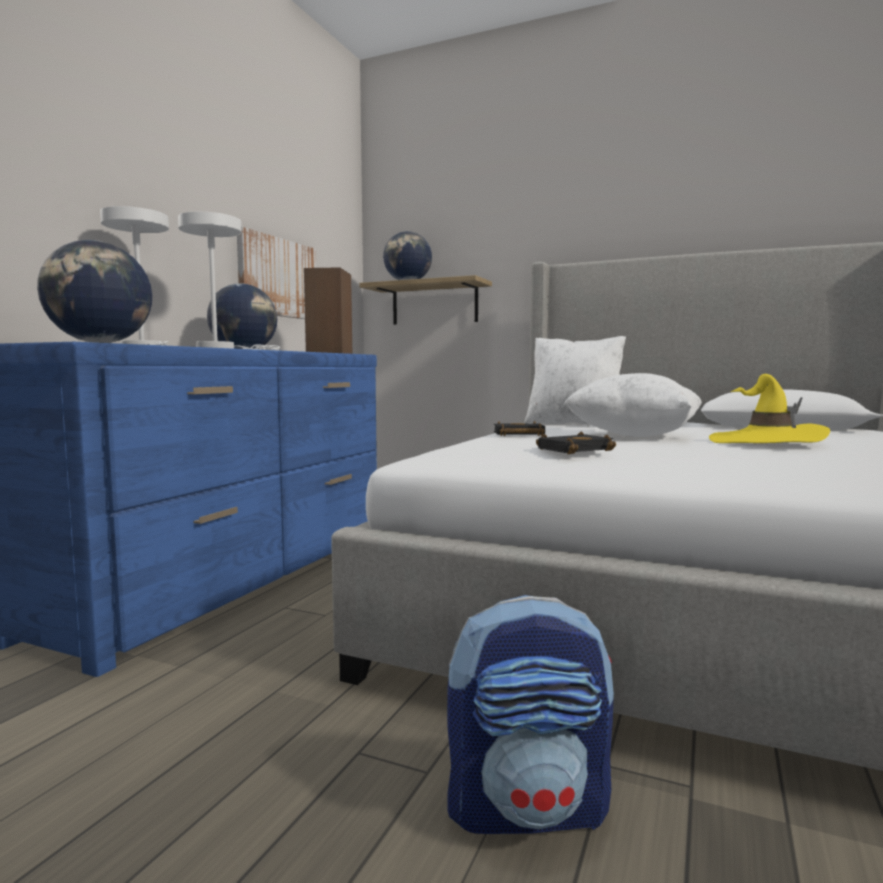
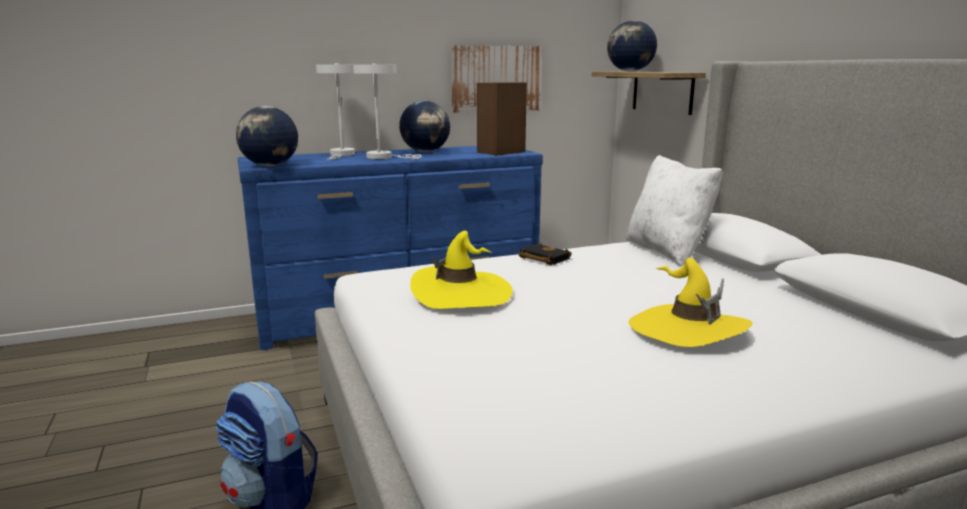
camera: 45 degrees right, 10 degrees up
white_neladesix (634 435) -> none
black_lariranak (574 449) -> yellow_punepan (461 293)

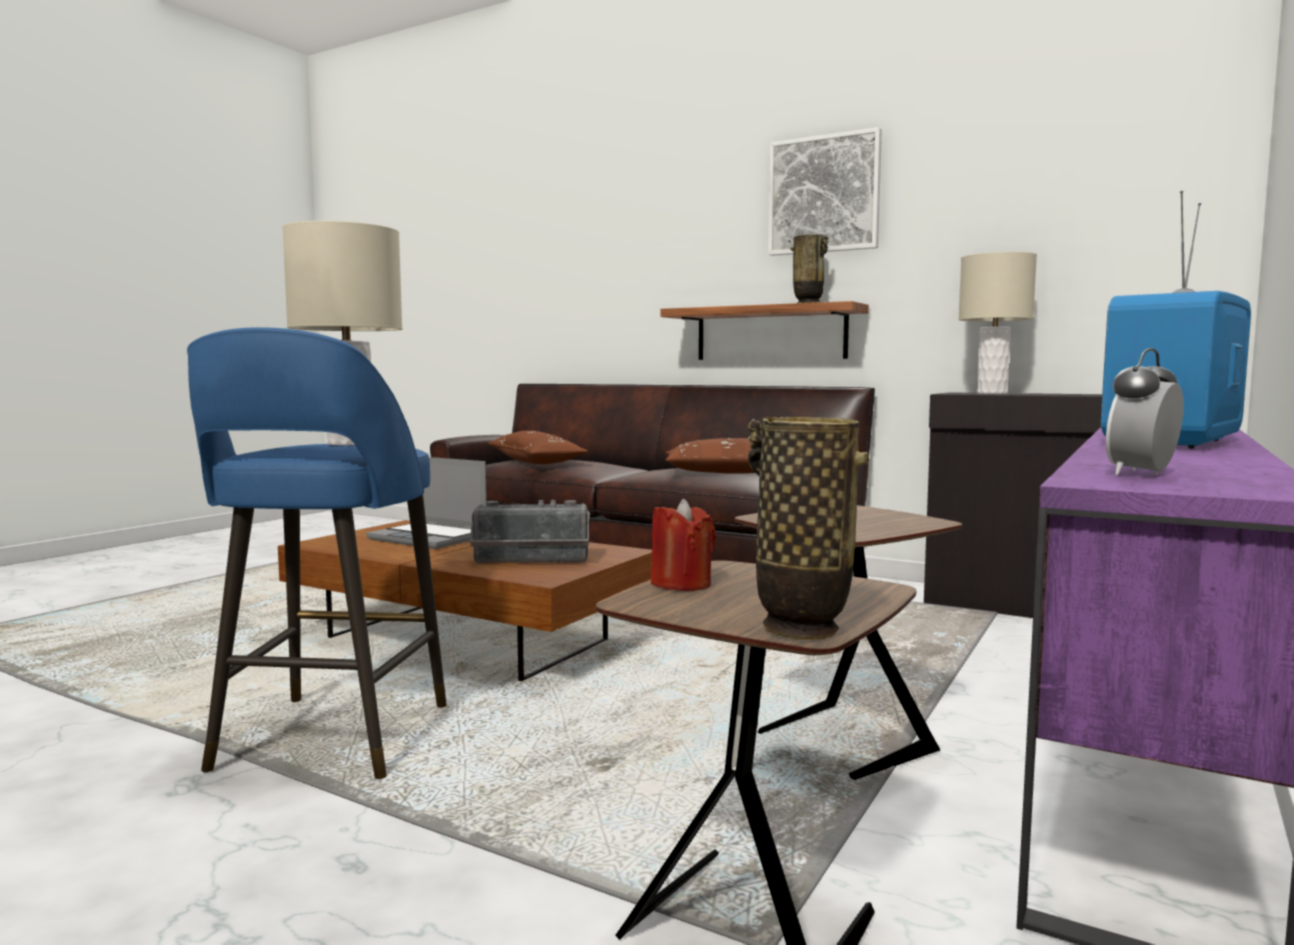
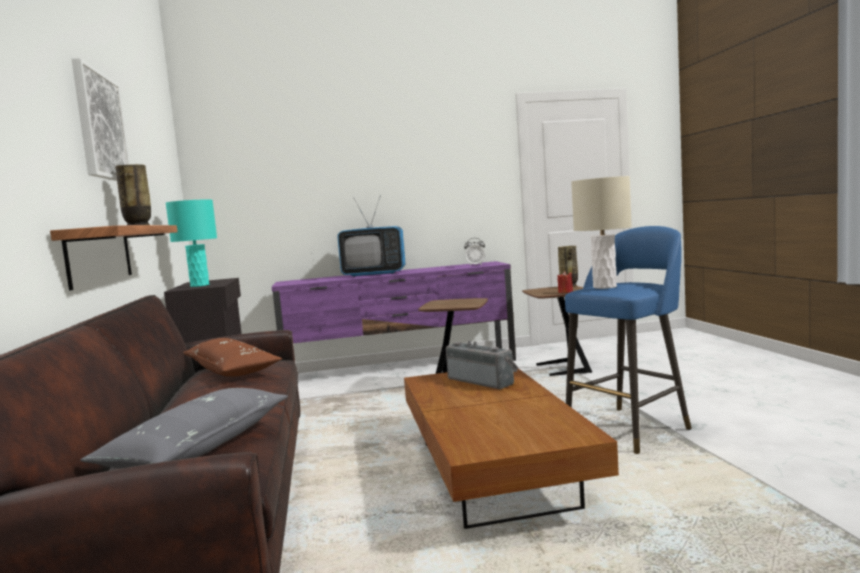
camera: 130 degrees left, 0 degrees up
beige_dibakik (992 393) -> turquoise_dibakik (199 285)
brown_neladesix (536 462) -> grey_neladesix (199 446)
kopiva (430 538) -> none

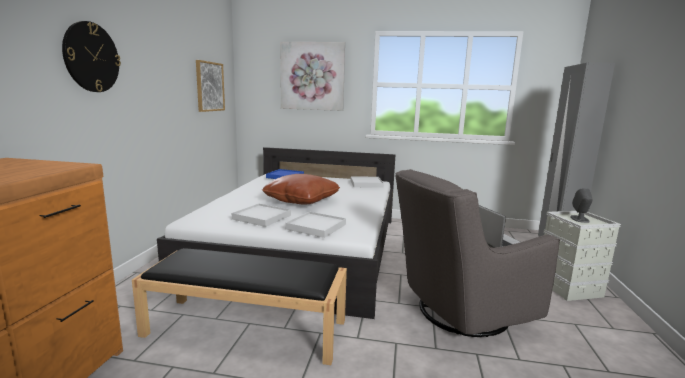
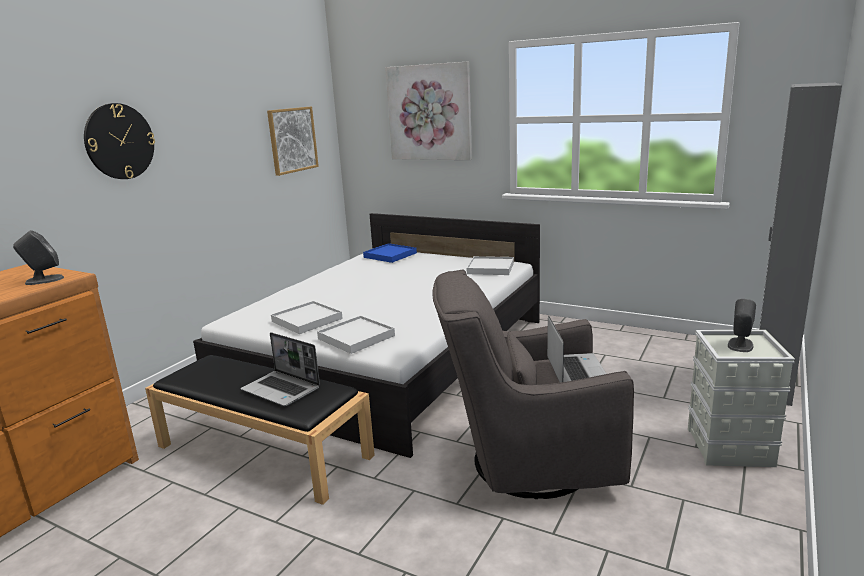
camera: 20 degrees right, 5 degrees up
brown_neladesix (301 200) -> none
none -> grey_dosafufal (44 280)
none -> kopiva (282 389)

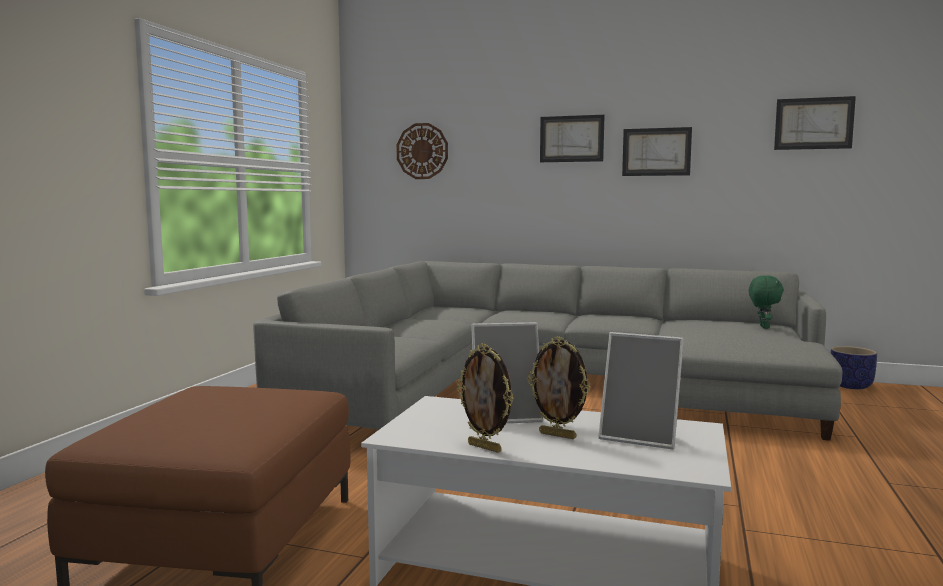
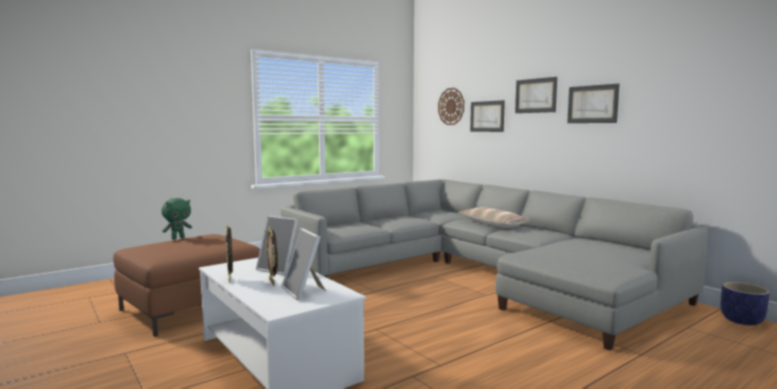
camera: 35 degrees right, 0 degrees up
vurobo (813 123) -> vurobo (487 116), move
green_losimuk (763 327) -> green_losimuk (178 238), move
none -> neladesix (493 224)

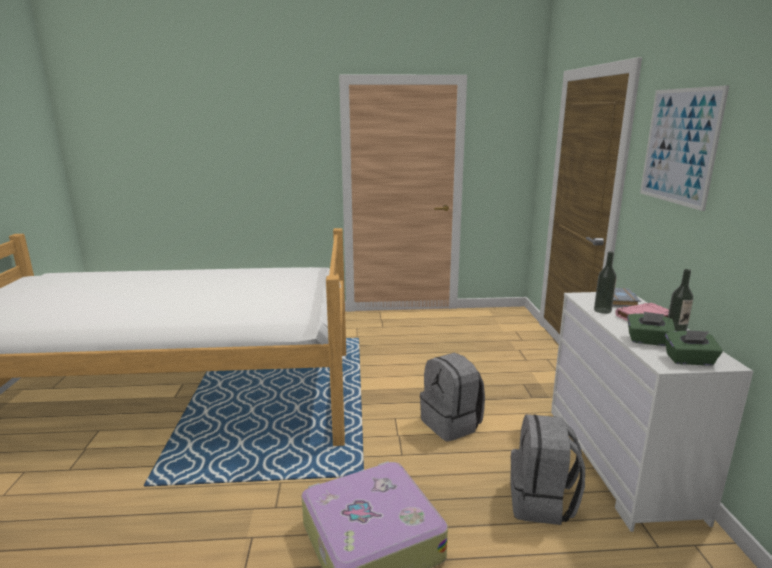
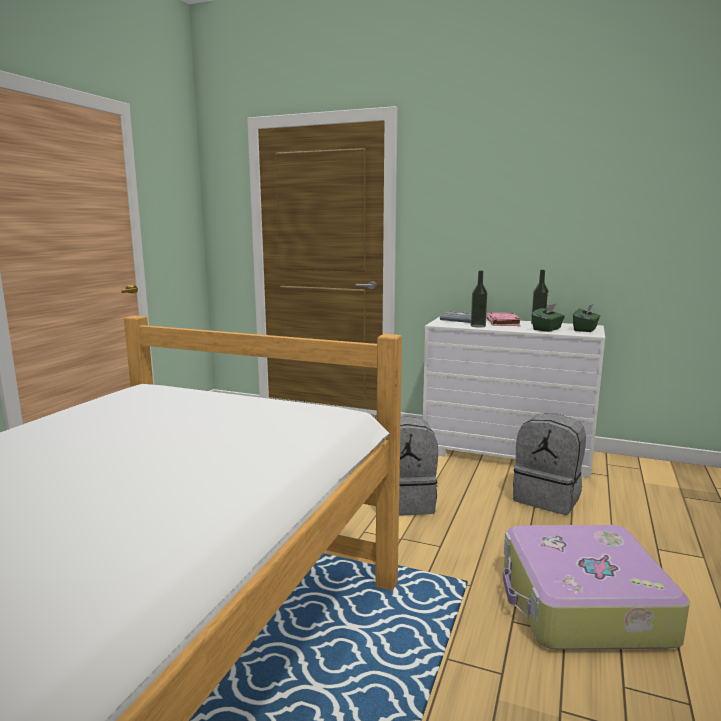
camera: 65 degrees left, 5 degrees down
vurobo (679 146) -> none

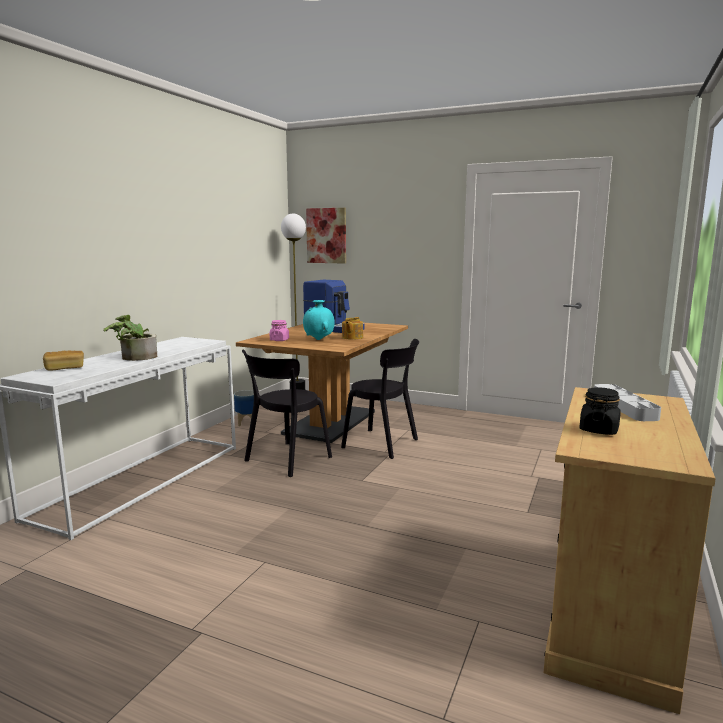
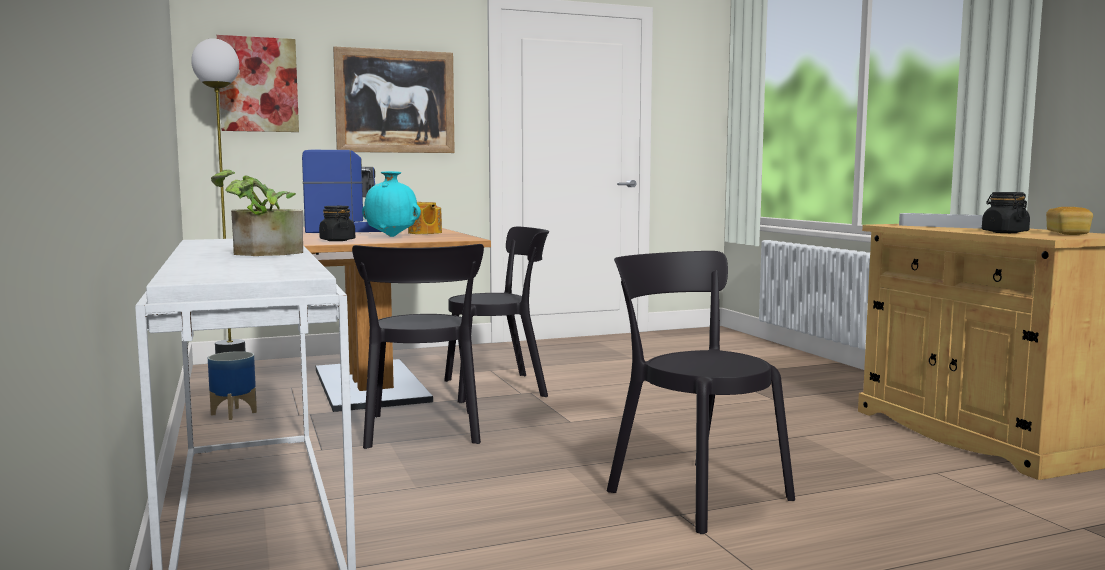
camera: 45 degrees left, 5 degrees down
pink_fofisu (279 340) -> black_fofisu (337 240)
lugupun (65 368) -> lugupun (1067 233), move
none -> vurobo (395 101)
none -> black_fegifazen (693 492)

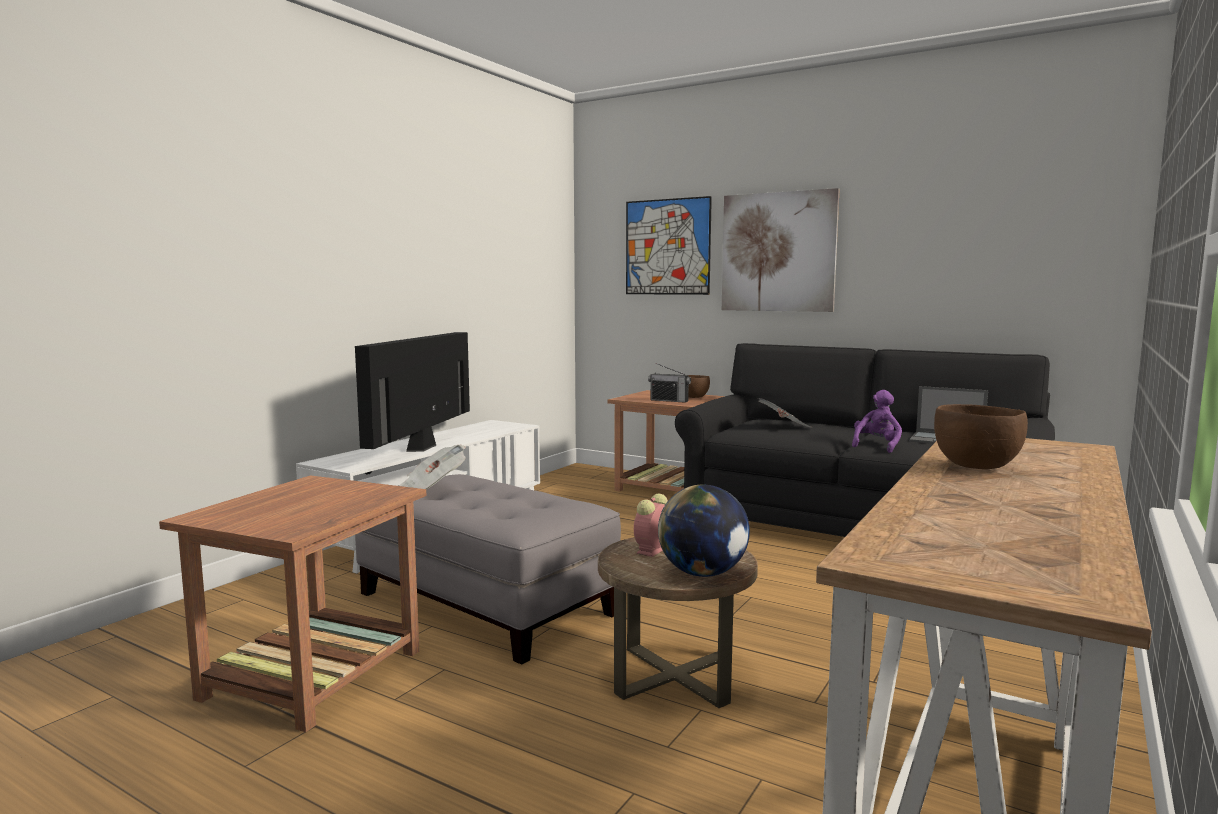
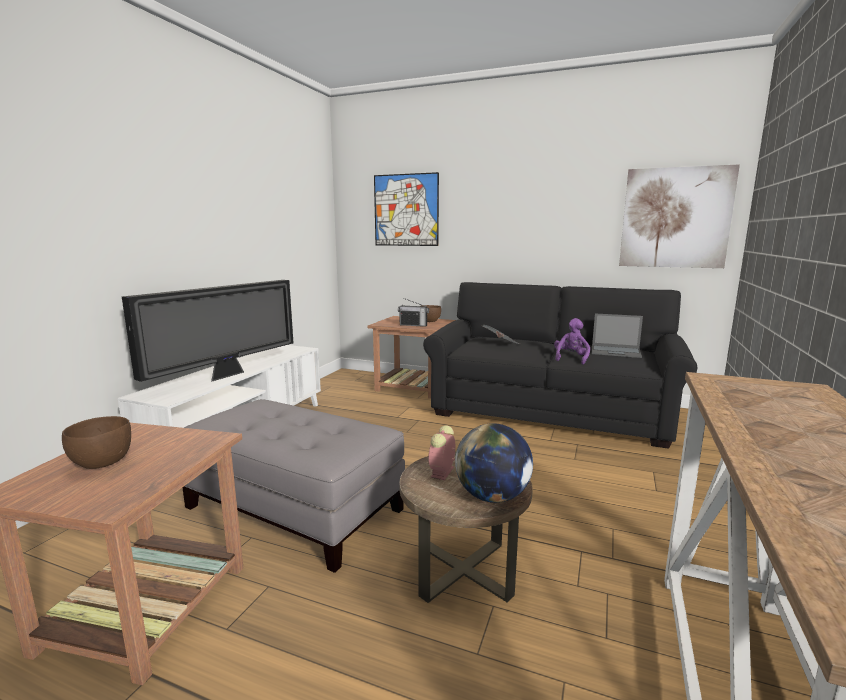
camera: 10 degrees left, 5 degrees up
vurobo (778 252) -> vurobo (675 218), move
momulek (421 447) -> momulek (227 375), 150 degrees counterclockwise
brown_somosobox (976 467) -> brown_somosobox (102 463), move
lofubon (430 489) -> none

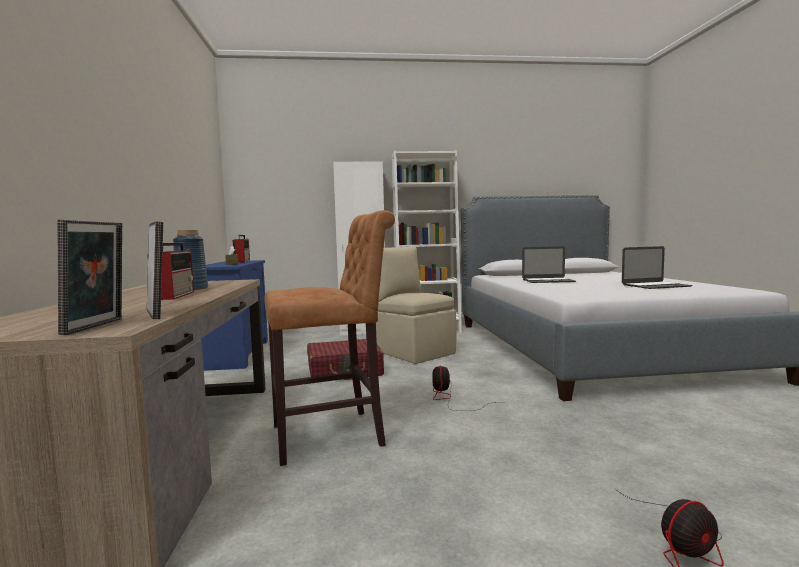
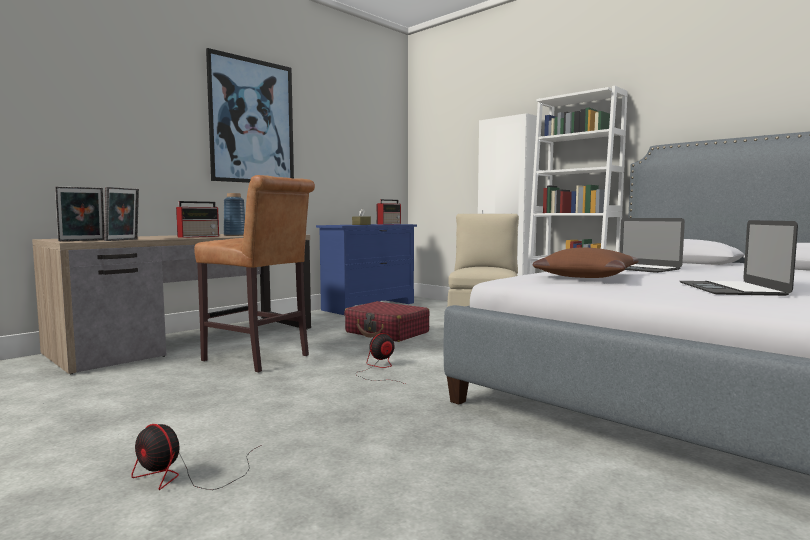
camera: 50 degrees right, 0 degrees up
kopiva (655 285) -> kopiva (731 289), 60 degrees clockwise
none -> vurobo (252 121)
none -> brown_neladesix (585 276)

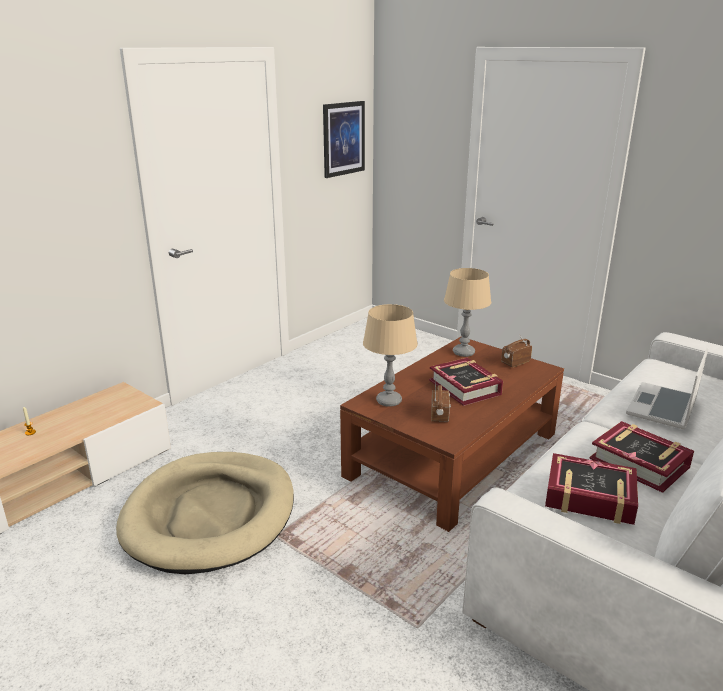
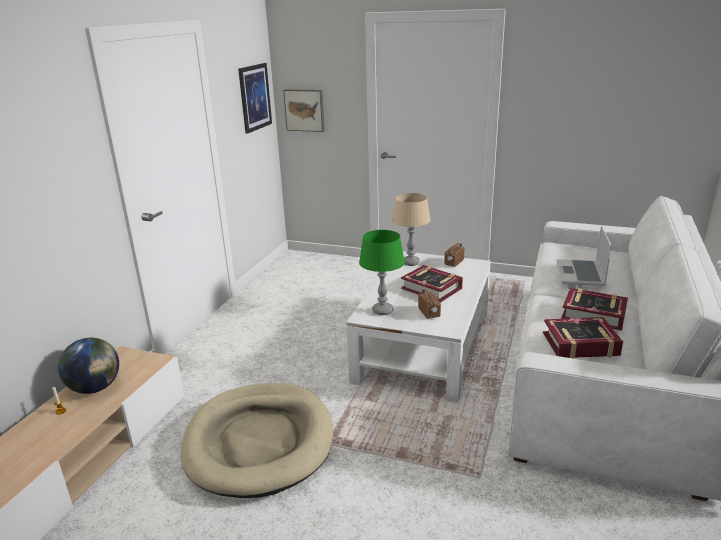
camera: 20 degrees left, 0 degrees up
beige_dibakik (388 401) -> green_dibakik (382 311)
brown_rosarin (452 455) -> white_rosarin (424 346)
none -> vurobo (305 110)
none -> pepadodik (95 388)

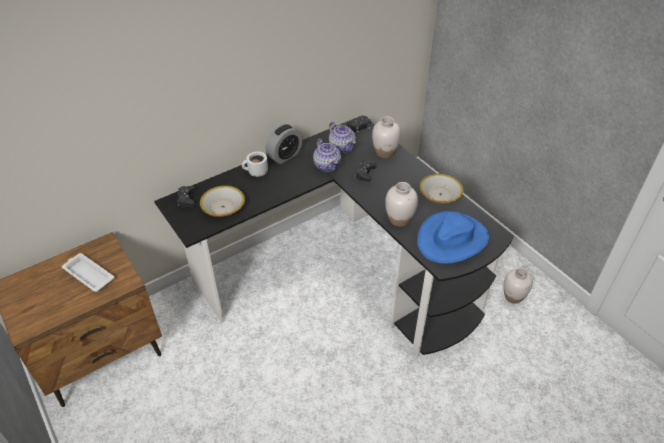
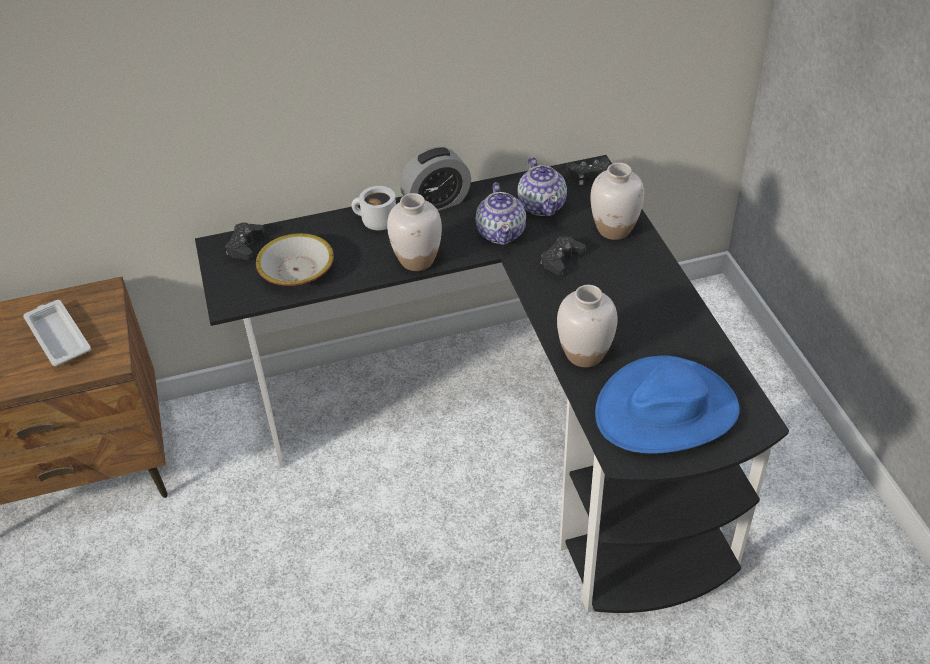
camera: 20 degrees right, 0 degrees up
somosobox (440 194) -> none
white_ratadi (513 297) -> white_ratadi (417 260), move

